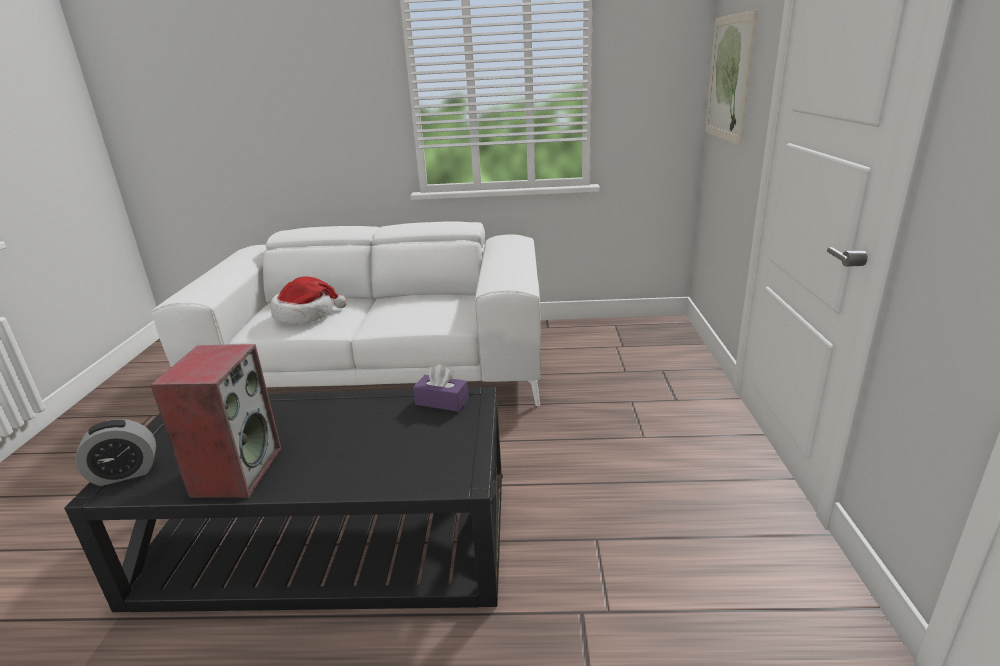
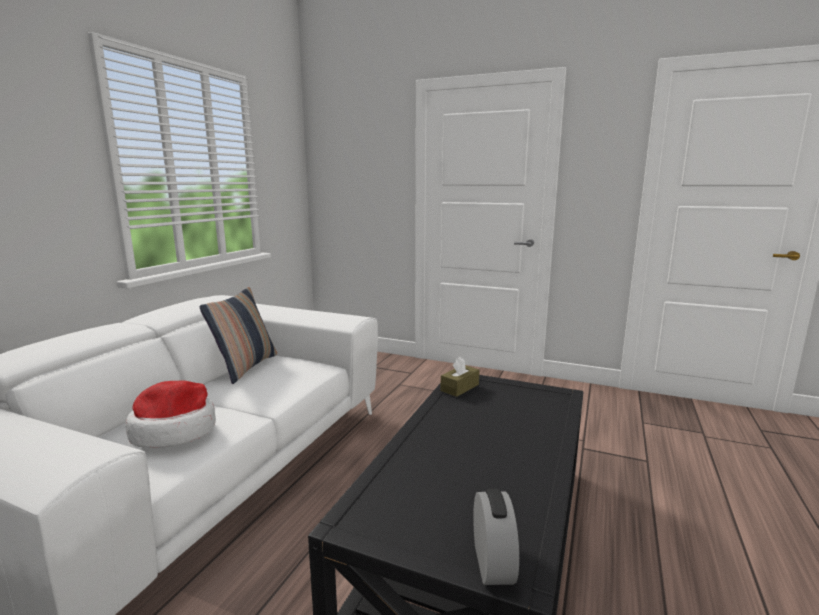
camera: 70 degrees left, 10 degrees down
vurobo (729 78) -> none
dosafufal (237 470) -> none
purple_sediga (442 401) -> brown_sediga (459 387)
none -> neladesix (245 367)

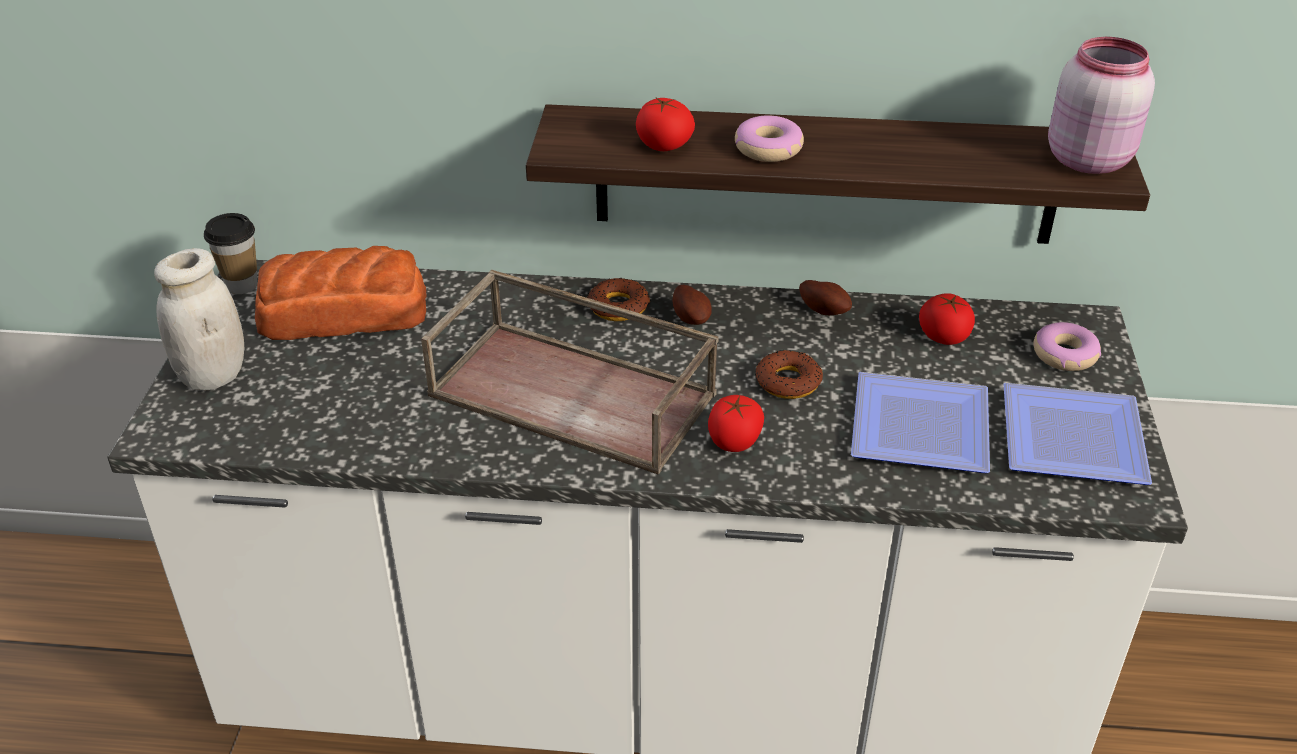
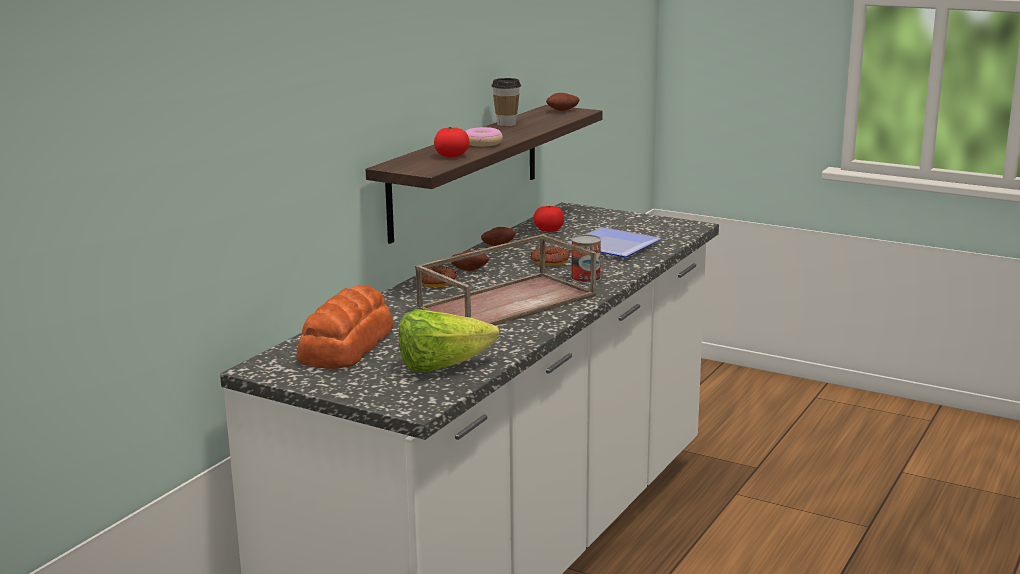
camera: 65 degrees left, 20 degrees down
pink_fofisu (1087 158) -> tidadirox (563 111)
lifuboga (242 285) -> lifuboga (506 124), move
white_fofisu (213 375) -> none
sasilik (1064 355) -> none
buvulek (1077 443) -> none
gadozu (734 441) -> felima (585 278)
none -> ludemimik (442 367)

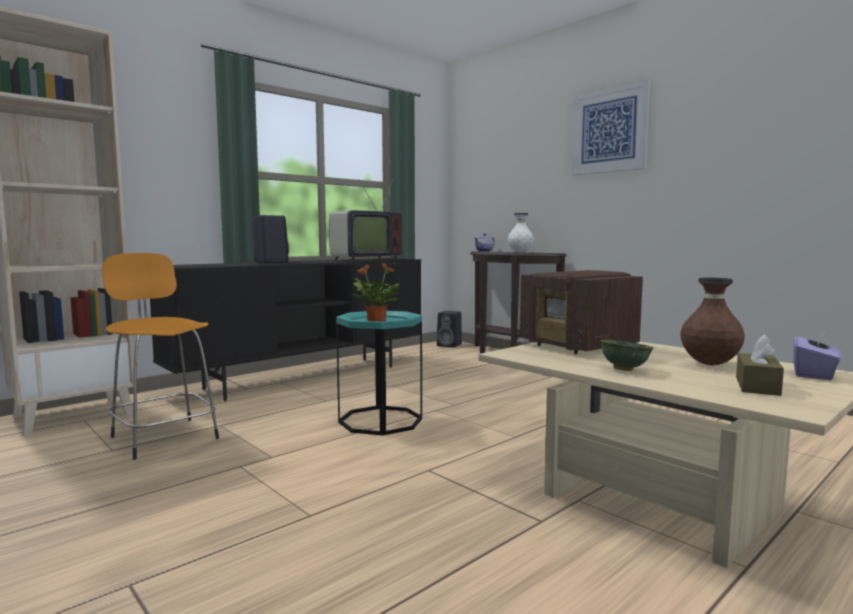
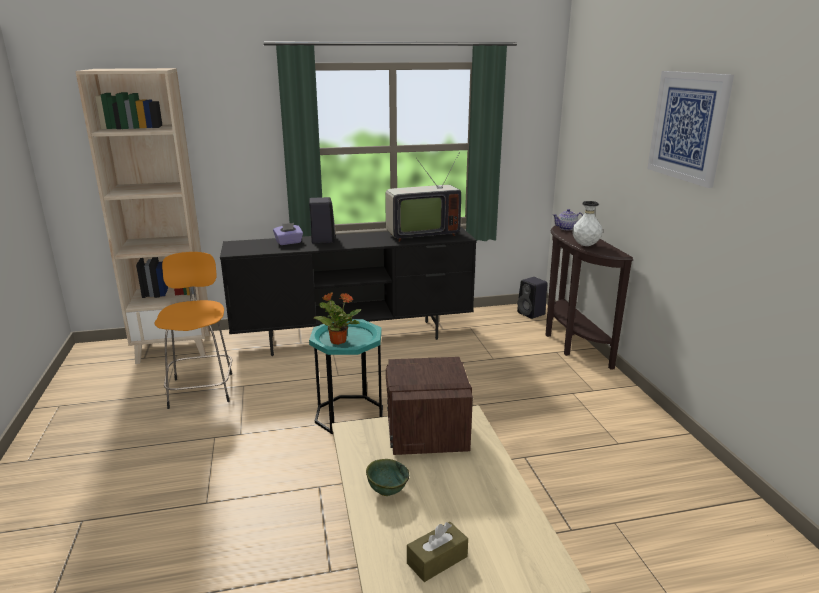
camera: 30 degrees right, 15 degrees up
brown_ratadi (709 364) -> none
purple_sediga (814 374) -> purple_sediga (289 242), move

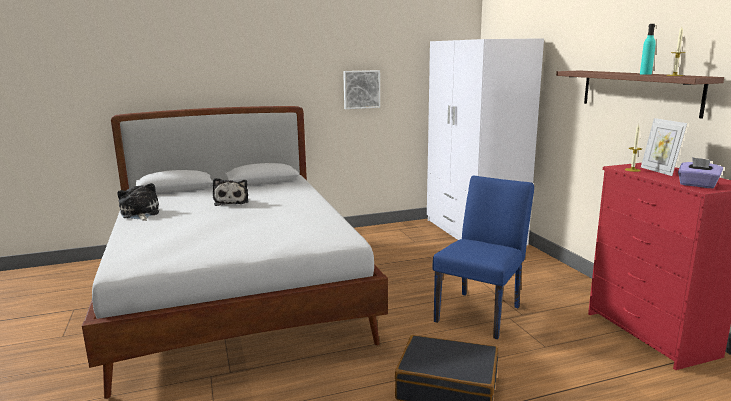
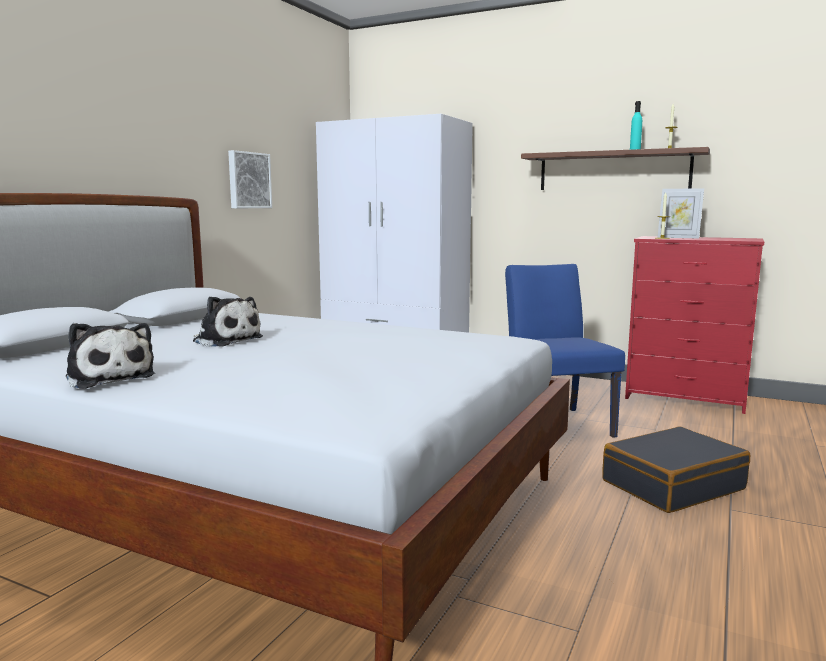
camera: 45 degrees left, 5 degrees down
purple_sediga (697 185) -> none
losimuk (140 214) -> losimuk (109 378), 150 degrees counterclockwise

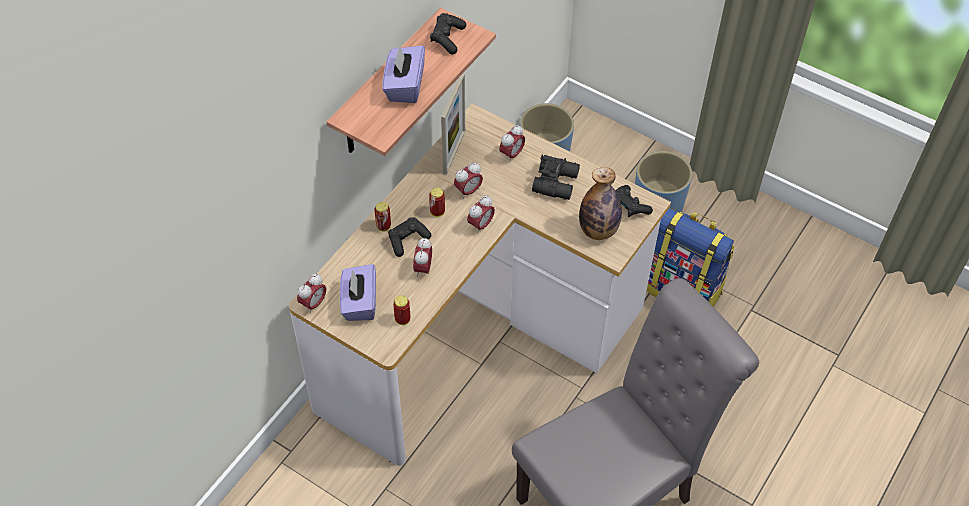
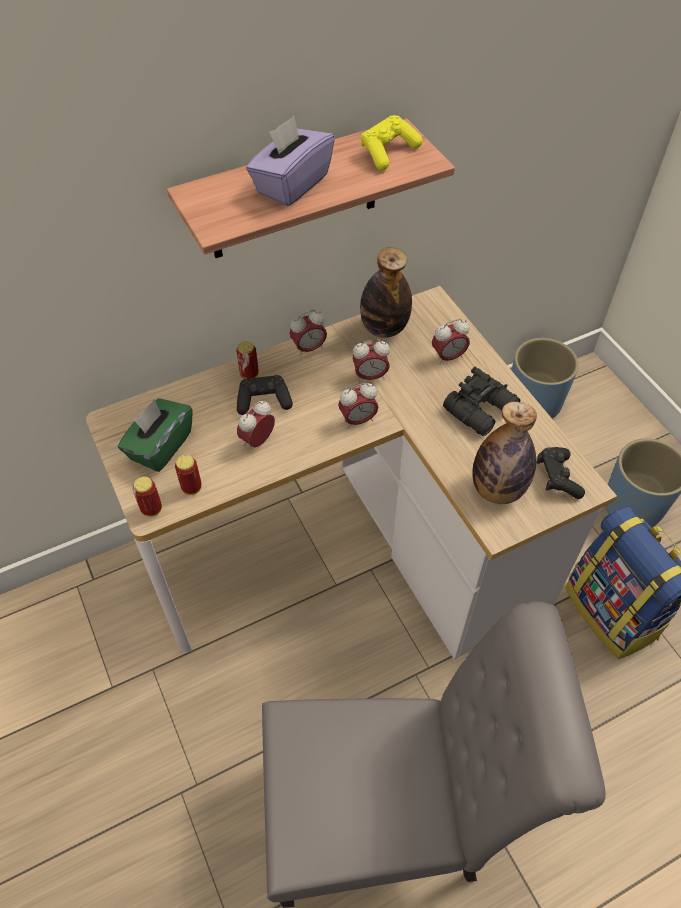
camera: 30 degrees right, 0 degrees up
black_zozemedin (447 38) -> yellow_zozemedin (388 152)
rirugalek (454 152) -> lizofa (384 328)
felima (437 212) -> felima (151 509), move
purple_sediga (359 303) -> green_sediga (160 446)
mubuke (313 303) -> mubuke (309 348), move

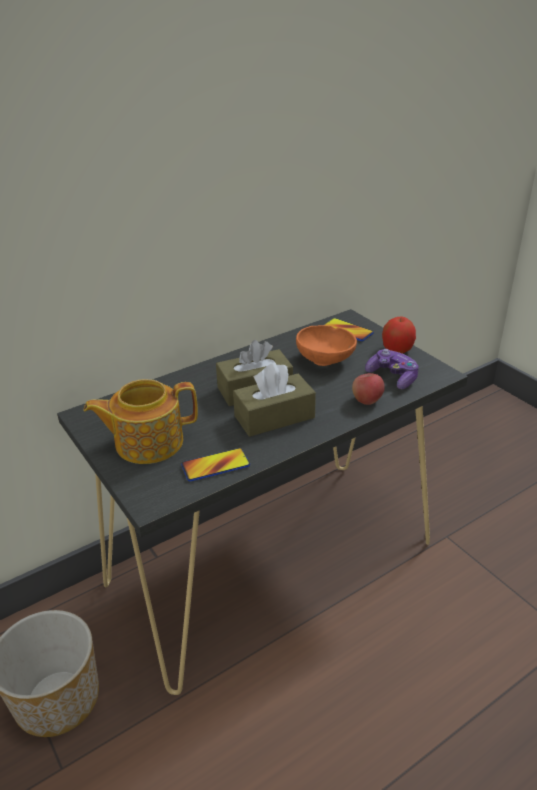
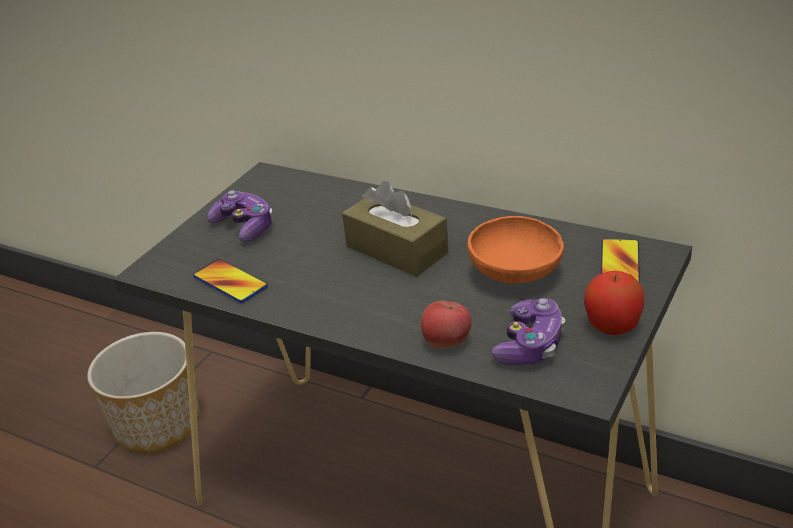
camera: 65 degrees right, 0 degrees up
brown_sediga (274 417) -> none
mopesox (147 442) -> zozemedin (244 227)

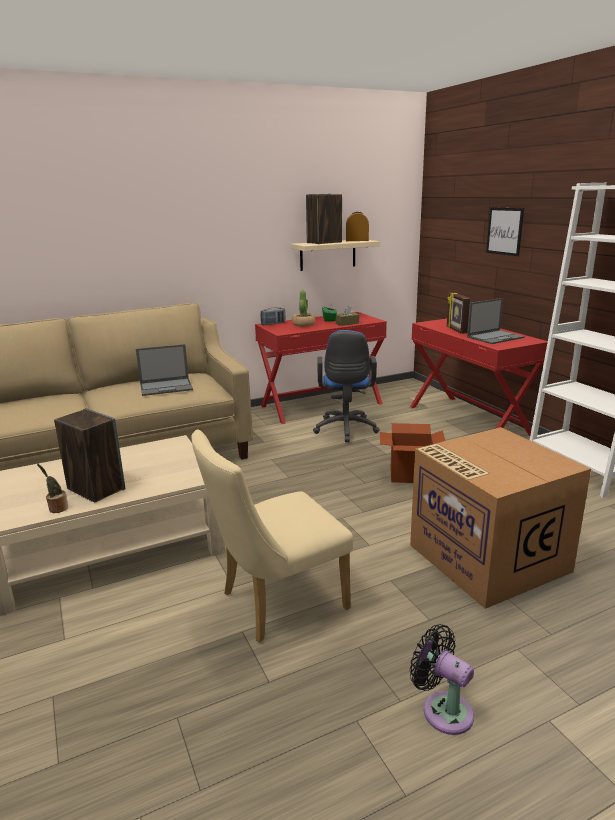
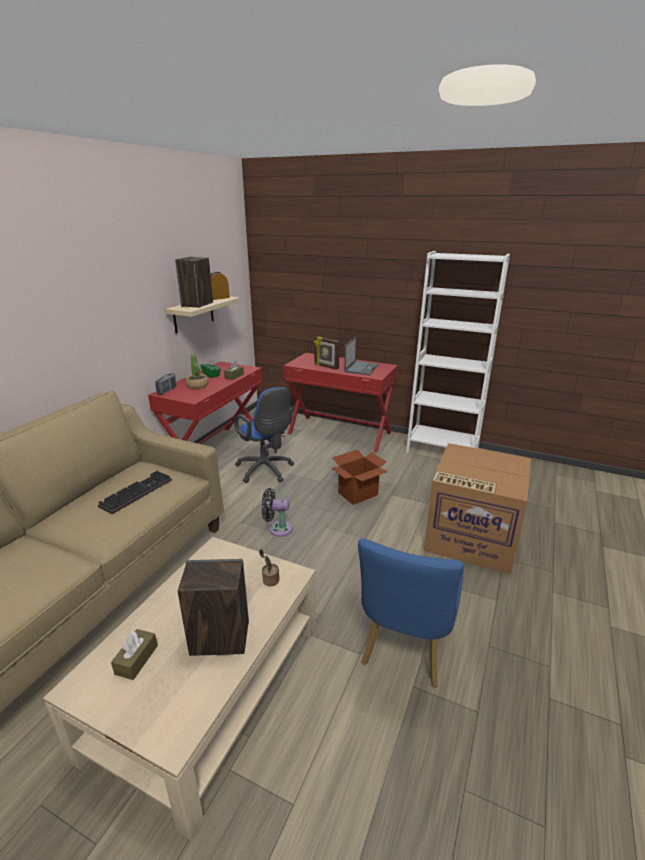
camera: 40 degrees left, 5 degrees up
vurobo (504 231) -> none
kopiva (167 387) -> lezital (136 492)
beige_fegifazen (275 603) -> blue_fegifazen (404 648)
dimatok (57 508) -> dimatok (270 581), move
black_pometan (443 709) -> black_pometan (277 528), move
none -> brown_sediga (136 659)

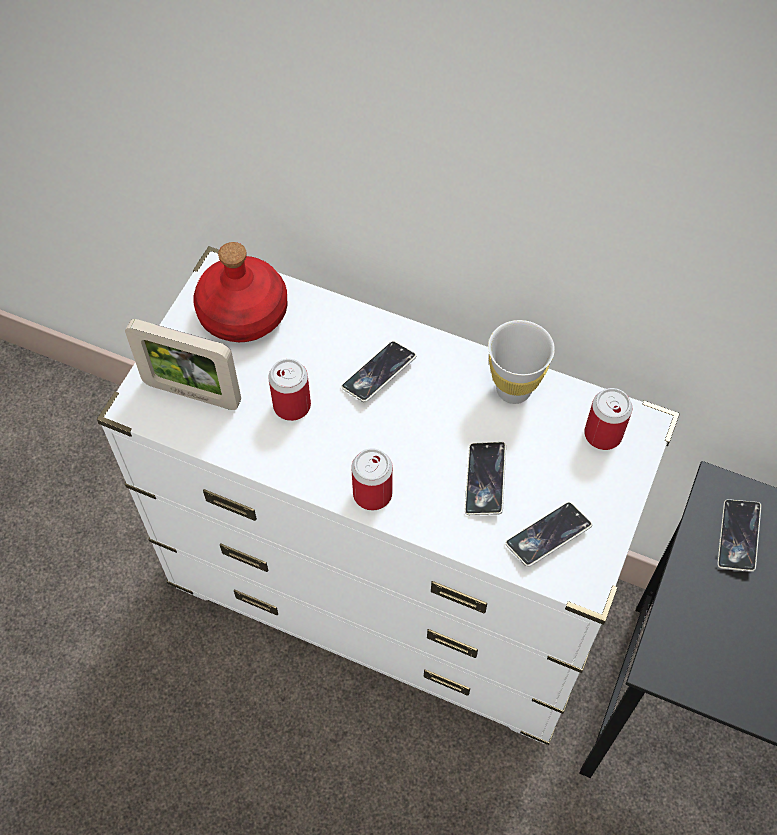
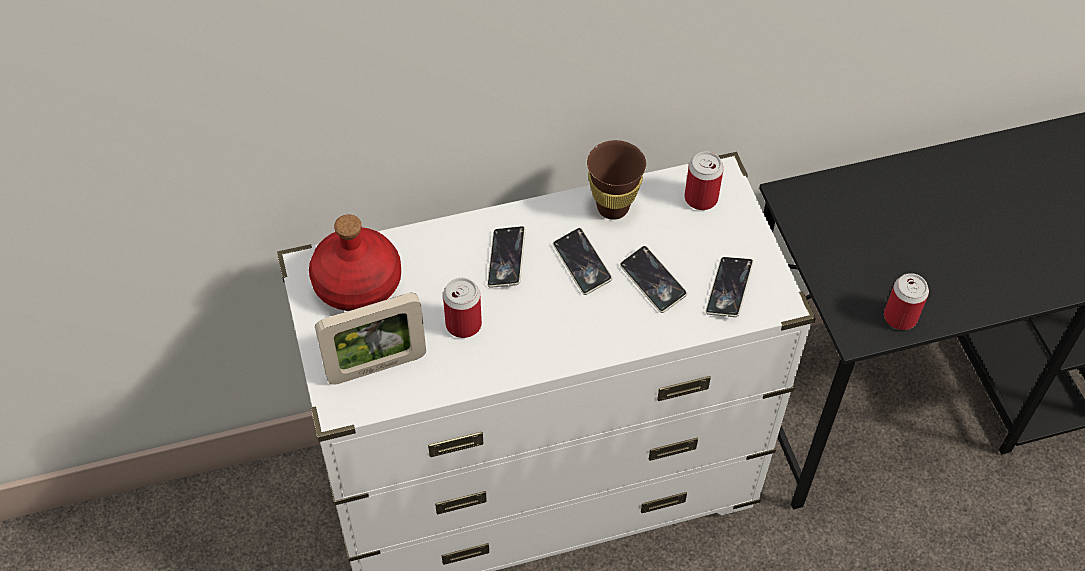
camera: 40 degrees left, 5 degrees down
white_lifuboga (513 389) -> brown_lifuboga (612 208)
felima (372 494) -> felima (900 317), move
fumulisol (737 537) -> fumulisol (582 264), move

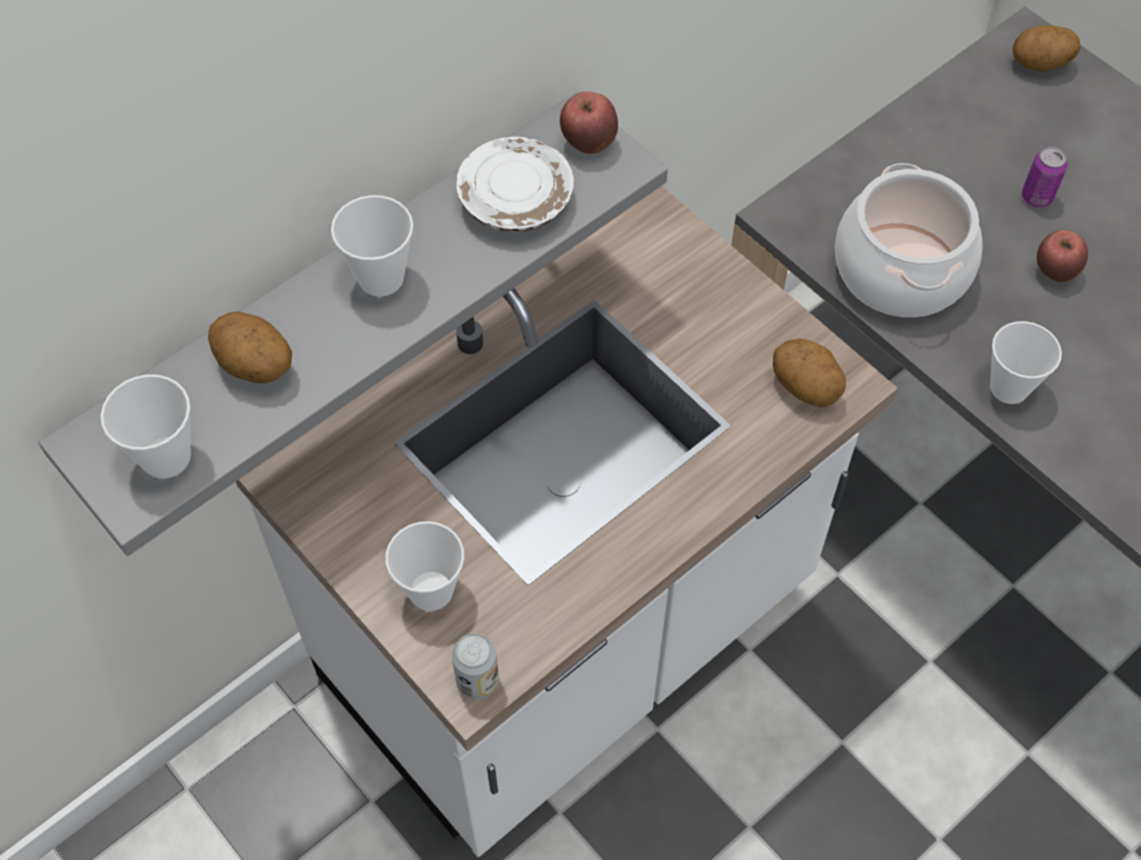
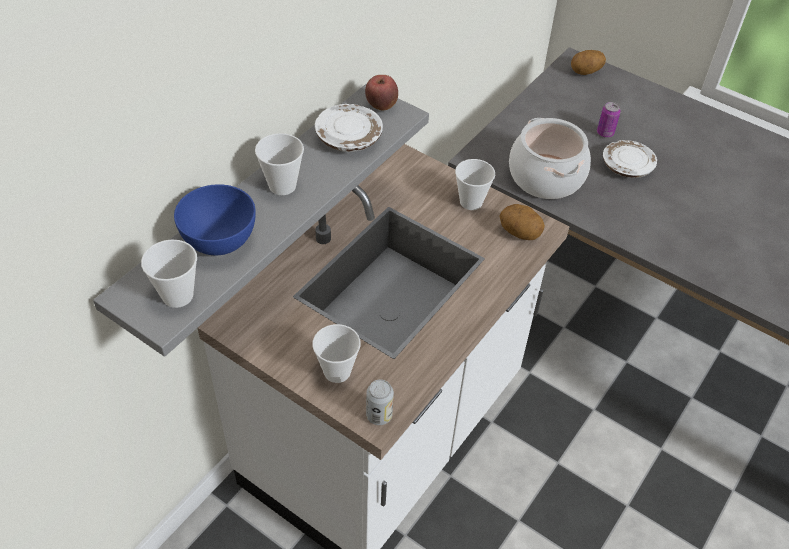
camera: 15 degrees left, 10 degrees down
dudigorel (1055 272) -> white_buvulek (626 166)
tidadirox (255 367) -> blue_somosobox (219 241)
lifuboga (1009 387) -> lifuboga (471 202), move

